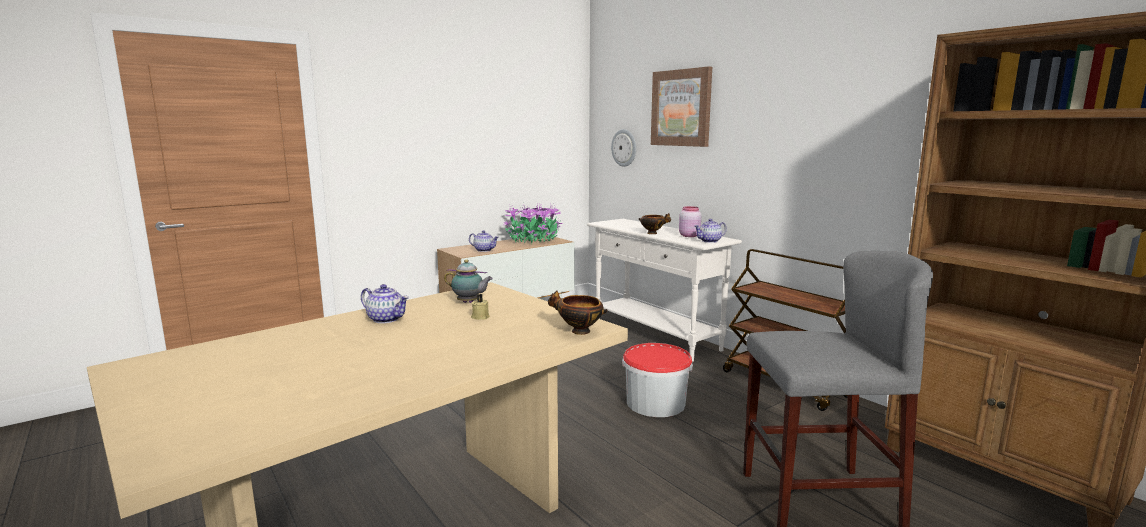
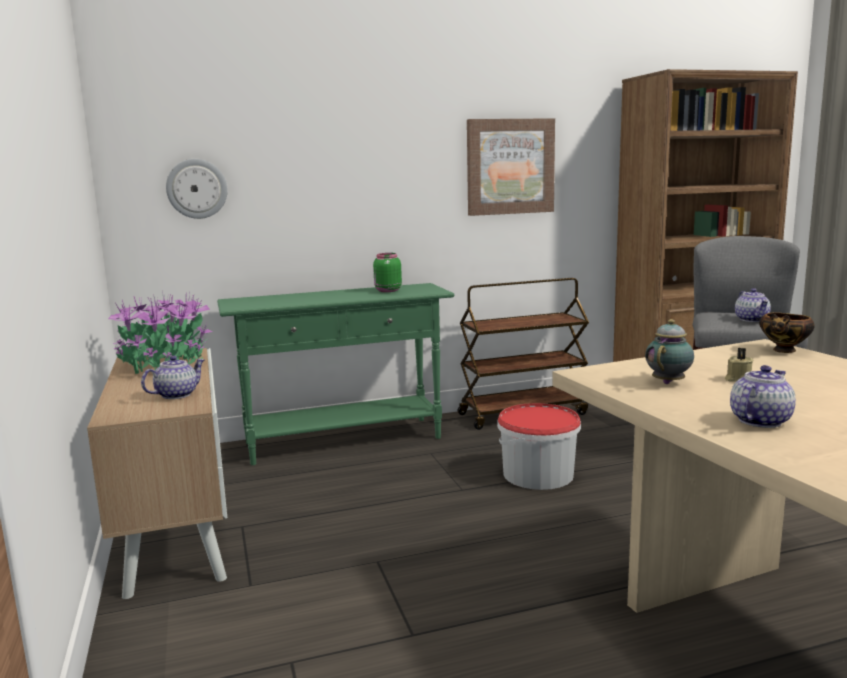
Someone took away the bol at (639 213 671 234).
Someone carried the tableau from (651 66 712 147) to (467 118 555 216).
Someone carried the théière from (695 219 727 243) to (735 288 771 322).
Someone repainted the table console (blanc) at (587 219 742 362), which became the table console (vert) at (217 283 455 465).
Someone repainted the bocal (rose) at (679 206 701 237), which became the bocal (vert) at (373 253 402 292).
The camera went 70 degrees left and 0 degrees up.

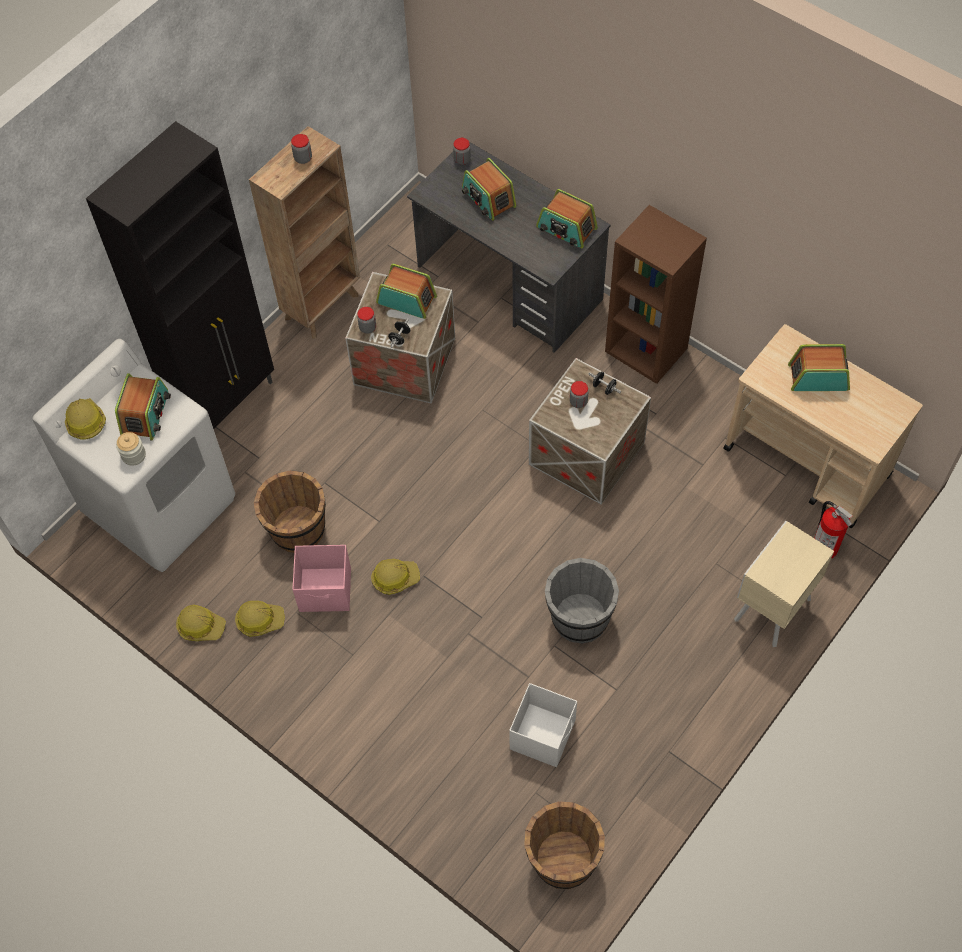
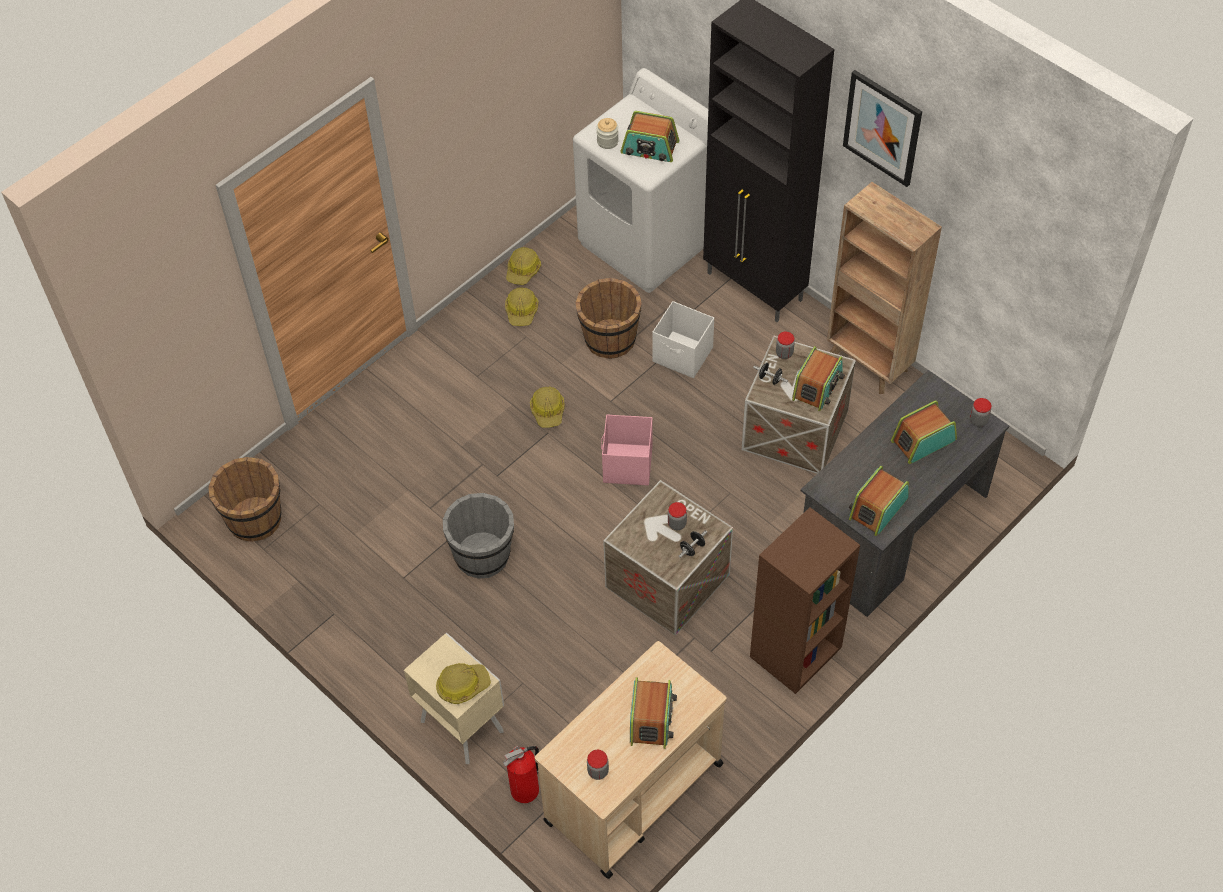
Someone put up the tableau at (843 70 922 187).
Someone carried the casque de chantier from (65 398 106 439) to (436 663 491 704).
Someone carried the bocal from (291 134 312 164) to (587 750 609 780).
Someone carried the boîte de rangement (rose) from (292 545 351 612) to (601 415 653 485).
Someone carried the boîte de rangement (blanc) from (509 683 577 767) to (652 301 714 378).
The camera went 95 degrees right and 5 degrees down.

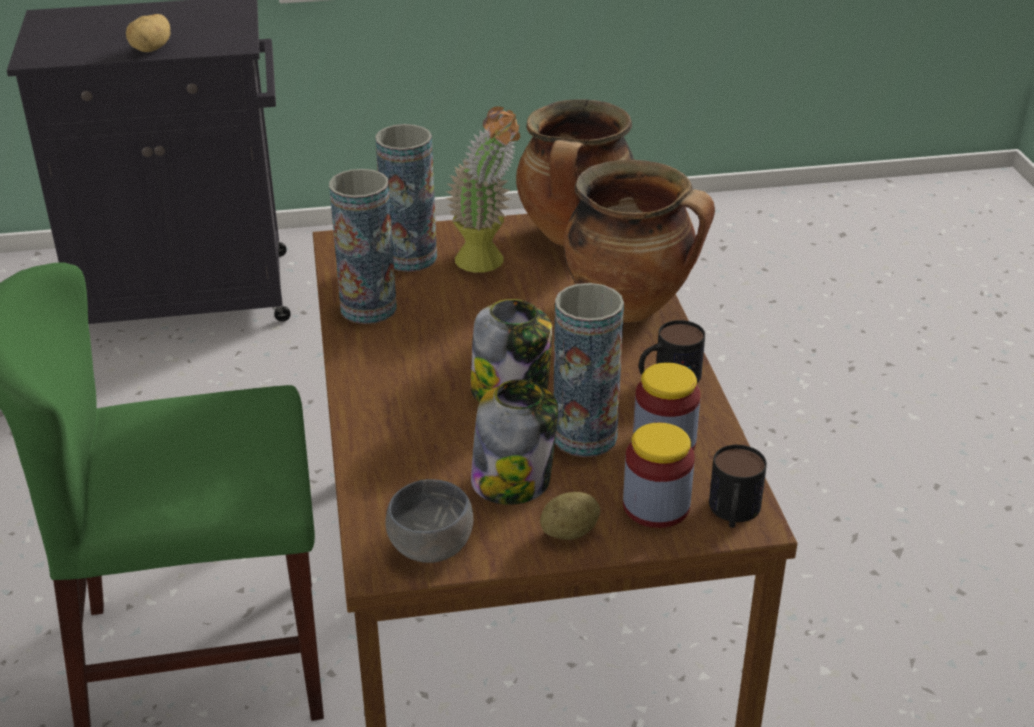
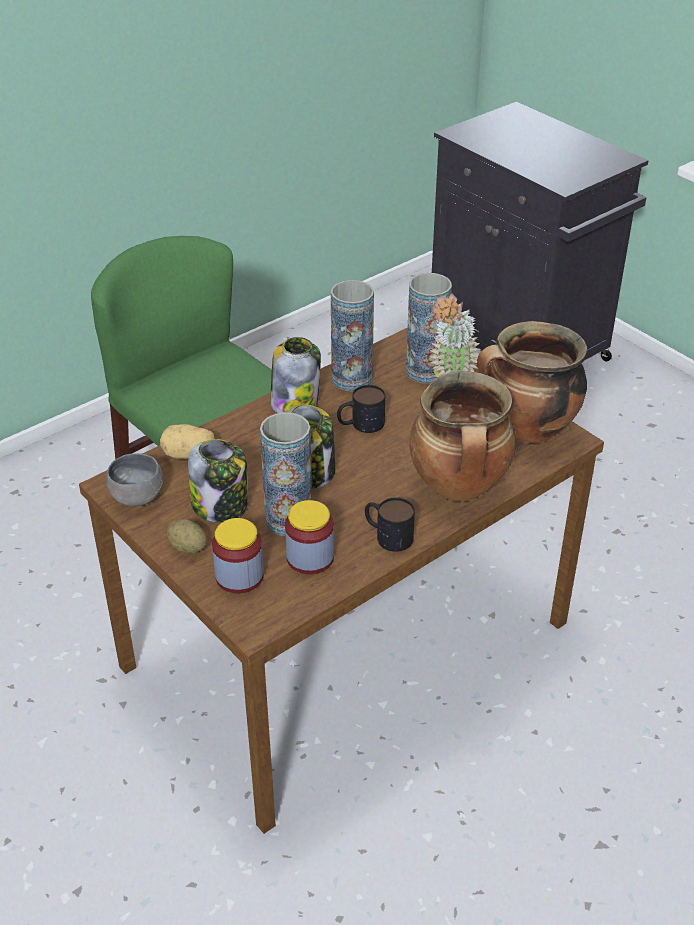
Someone put down the bocal at (270 337 321 413).
Someone carried the pomme de terre from (126 14 171 52) to (160 424 215 459).
Someone carried the mug from (709 445 767 528) to (337 385 385 433).
The camera went 60 degrees right and 5 degrees up.

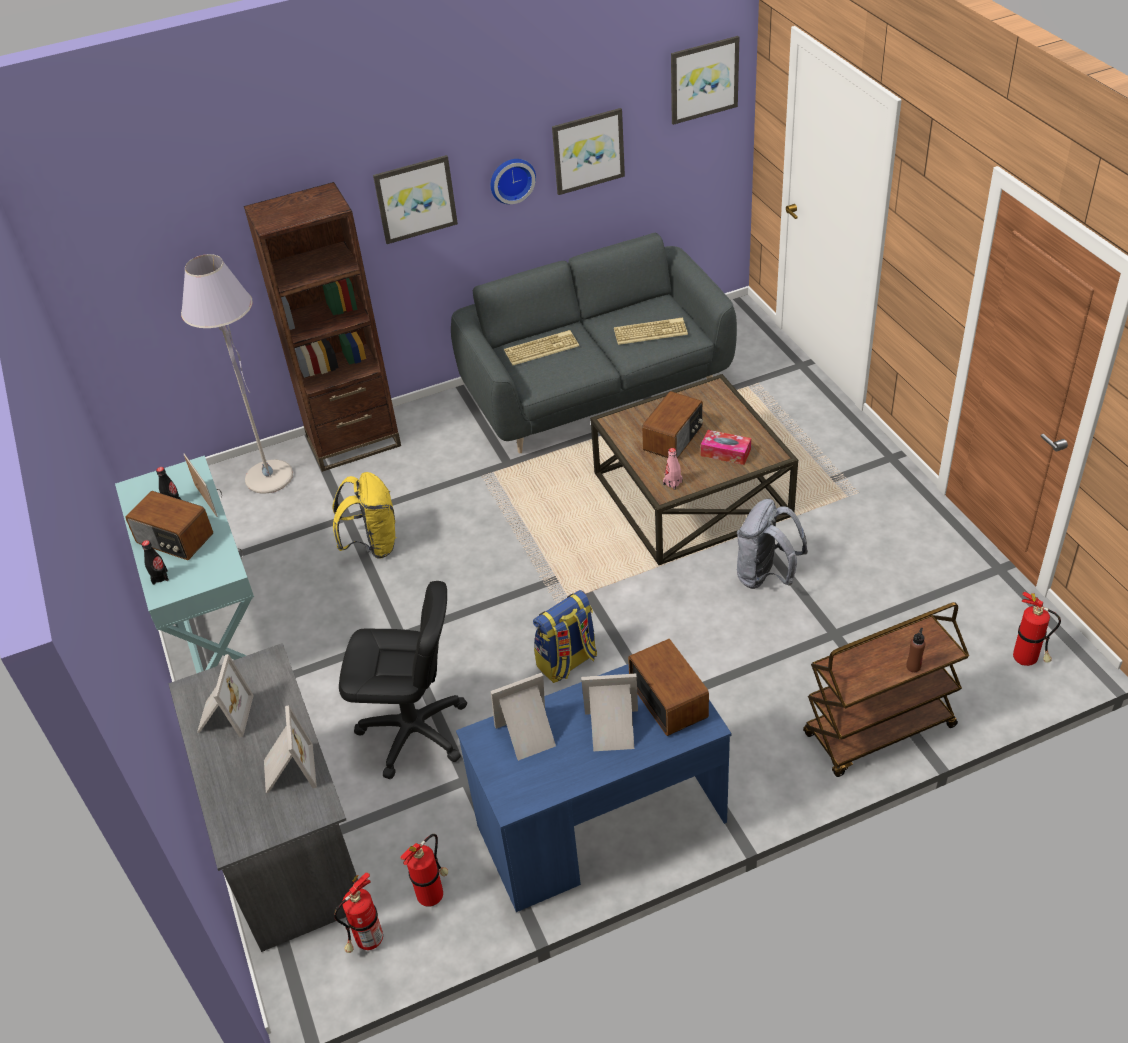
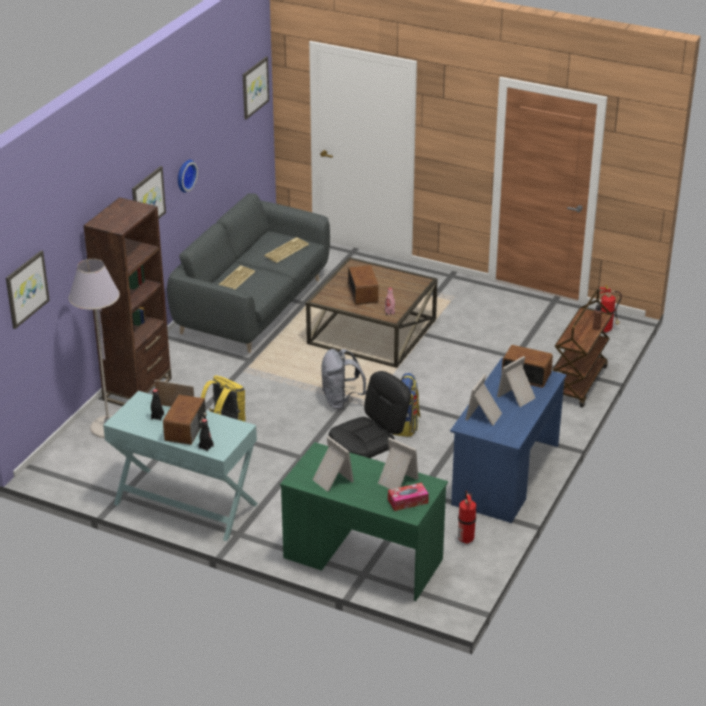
Someone took away the extincteur at (334 872 383 953).
Someone carried the tableau from (552 108 625 195) to (6 250 50 329).
Someone carried the boîte à mouchoirs from (701 430 751 465) to (388 482 429 511).
Someone carried the sac à dos (gris) from (737 499 808 589) to (321 349 367 410).
Someone repainted the bureau (gris) at (168 643 358 952), which became the bureau (vert) at (280 442 448 601).
Someone rotated the radio at (125 491 213 560) by 60 degrees counterclockwise.
The camera went 45 degrees left and 10 degrees down.

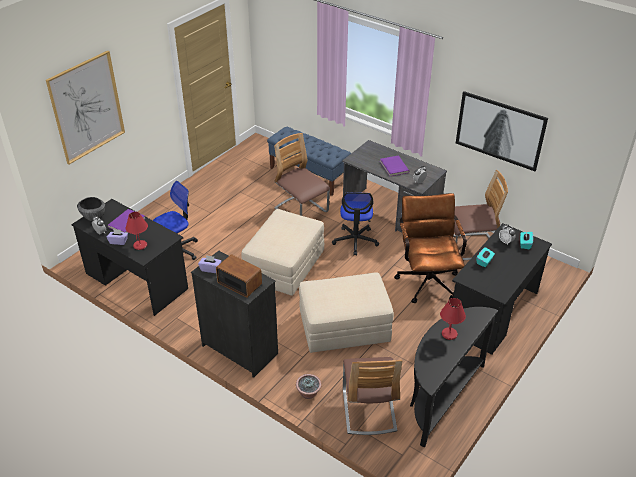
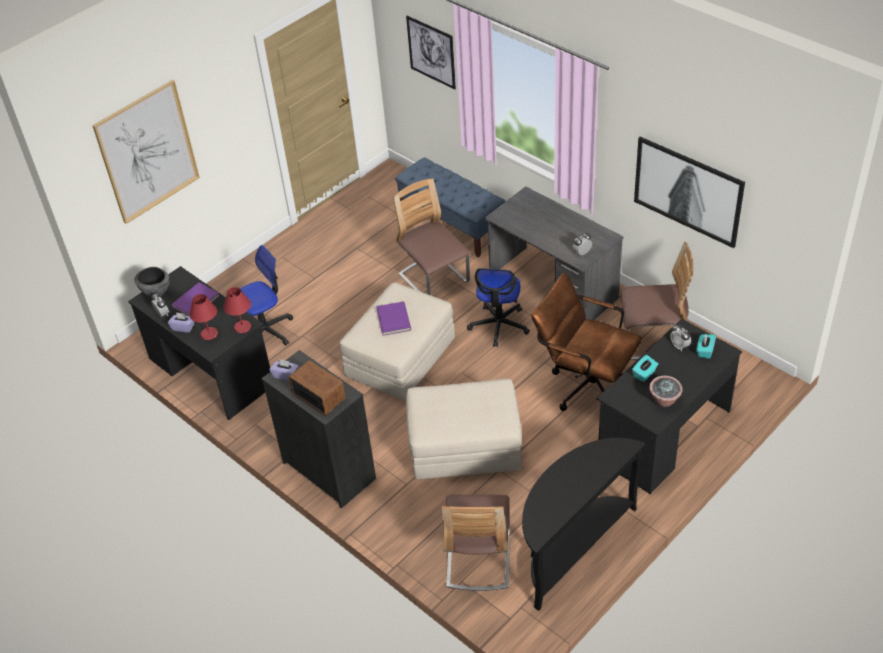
Someone put up the tableau at (406 16 456 89).
Someone carried the plante en pot from (296 374 322 399) to (649 376 683 407).
Someone carried the livre (violet) from (380 155 409 176) to (376 301 411 336).
Someone carried the lampe de table (rouge) from (440 298 466 340) to (223 287 251 333).
Someone rotated the chaise de bureau (marron) at (394 193 467 303) by 60 degrees counterclockwise.
The camera went 10 degrees right and 5 degrees up.

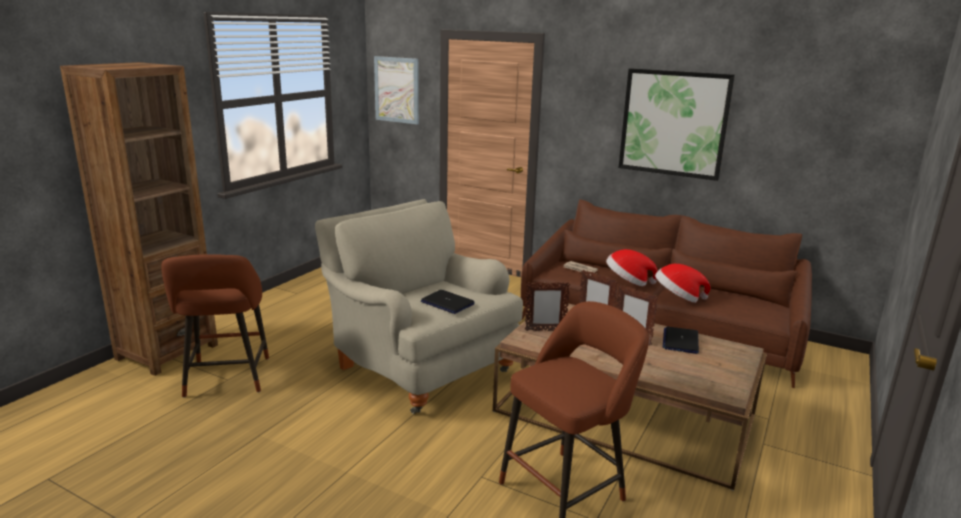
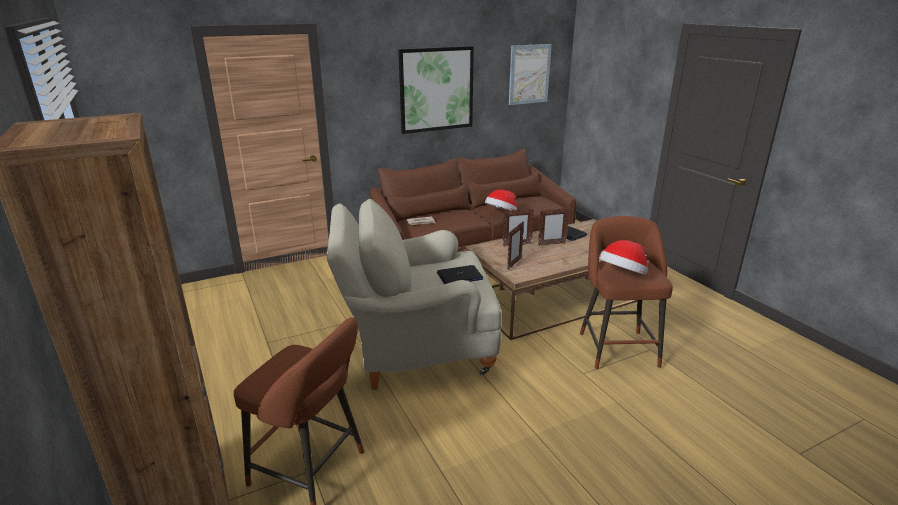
Someone carried the tableau from (374 56 419 124) to (509 44 552 105).
Someone carried the chapeau from (606 249 658 286) to (599 240 648 275).
The camera went 55 degrees left and 5 degrees up.

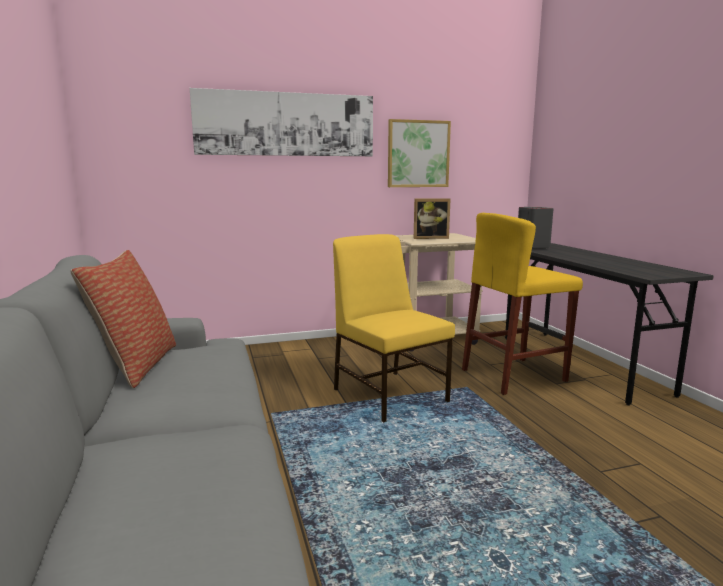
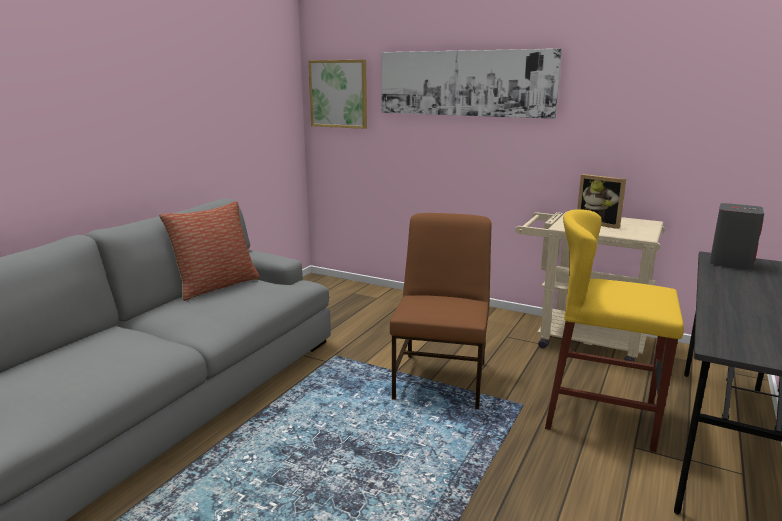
Someone carried the tableau from (388 119 451 187) to (308 60 367 129).
Someone repainted the chaise (jaune) at (333 234 455 422), which became the chaise (marron) at (390 213 491 409).
The camera went 45 degrees right and 5 degrees up.

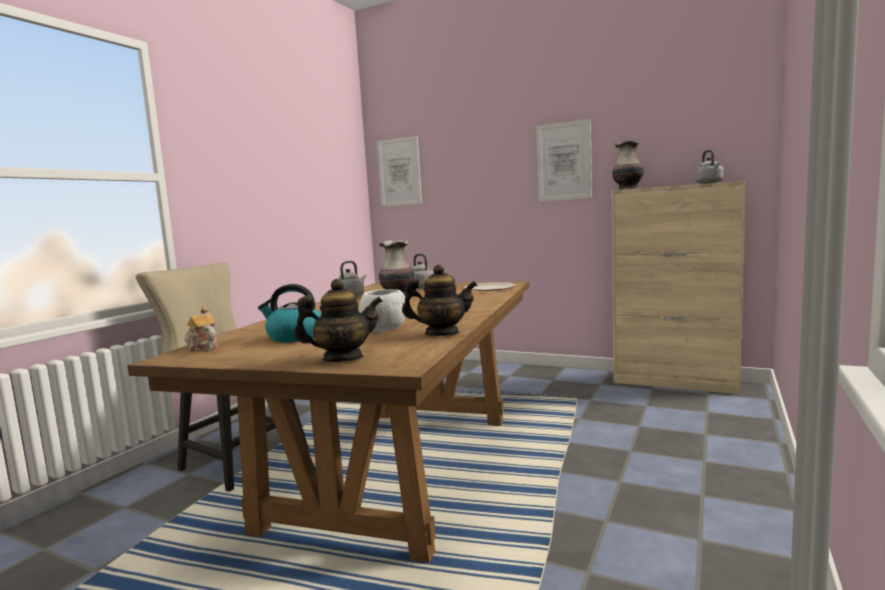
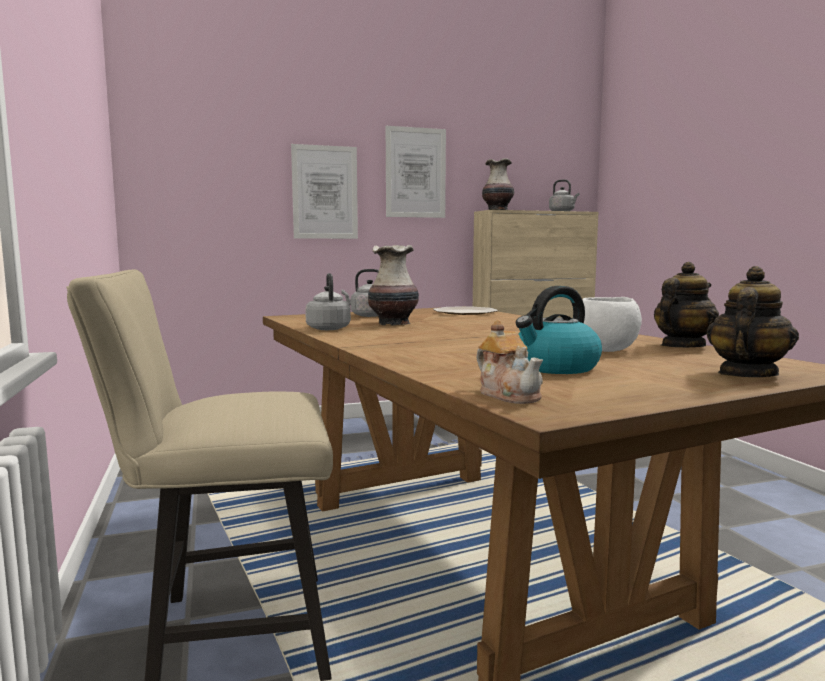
Someone carried the tableau from (377 136 422 206) to (291 144 358 239).
Someone rotated the théière at (185 306 218 351) by 120 degrees counterclockwise.
The camera went 45 degrees left and 0 degrees up.

